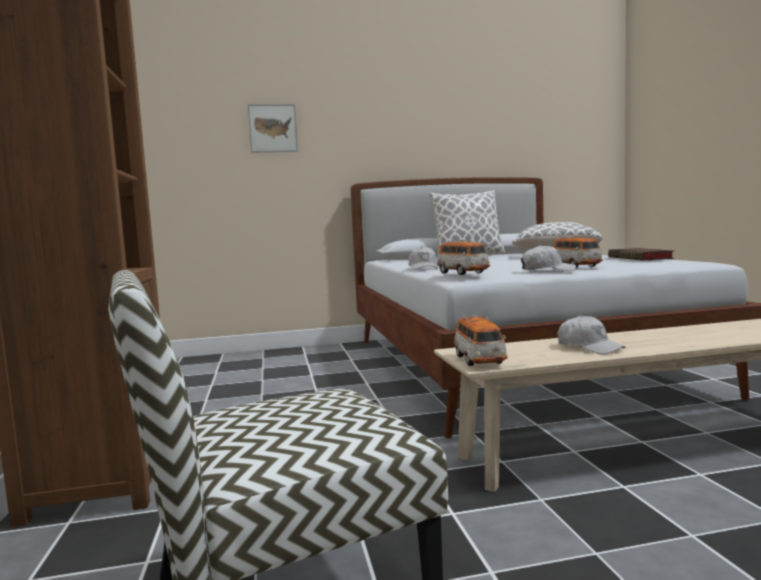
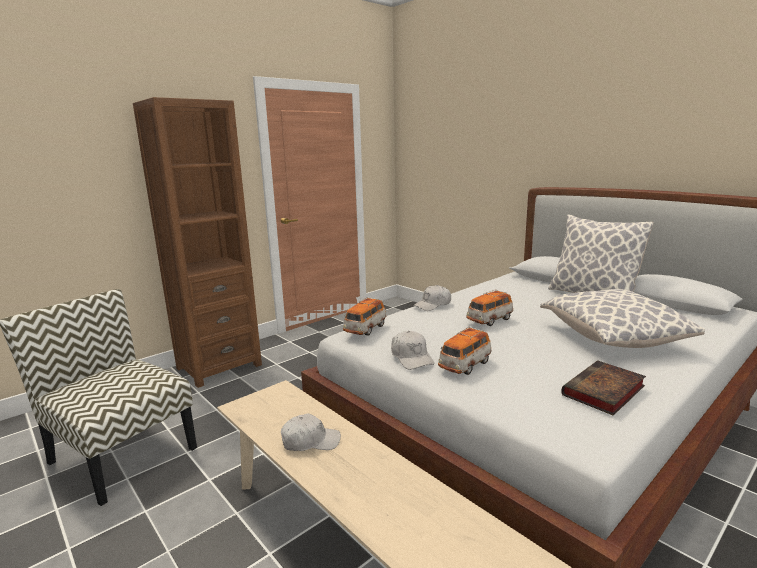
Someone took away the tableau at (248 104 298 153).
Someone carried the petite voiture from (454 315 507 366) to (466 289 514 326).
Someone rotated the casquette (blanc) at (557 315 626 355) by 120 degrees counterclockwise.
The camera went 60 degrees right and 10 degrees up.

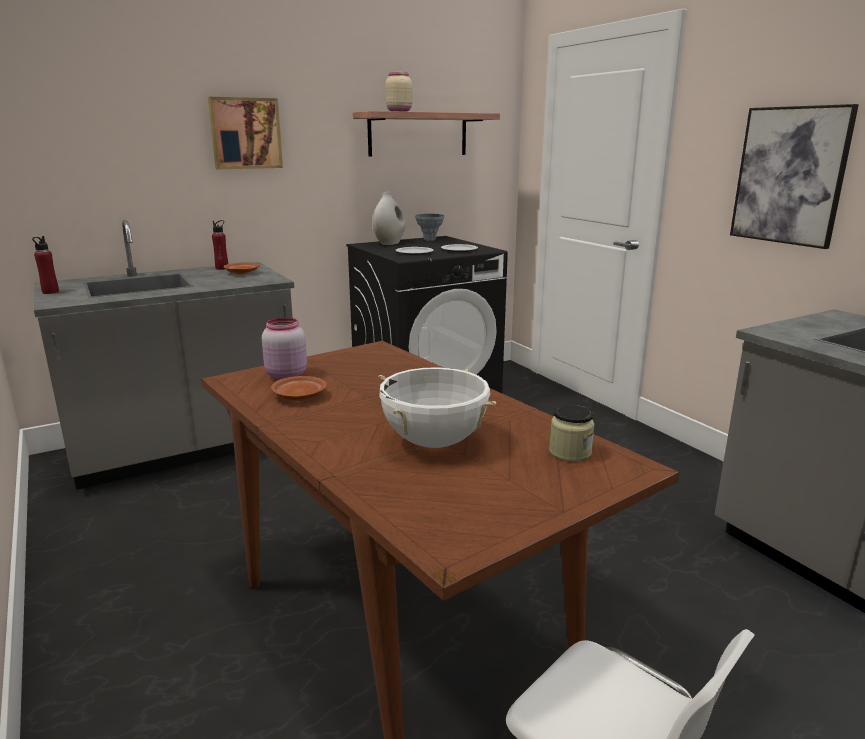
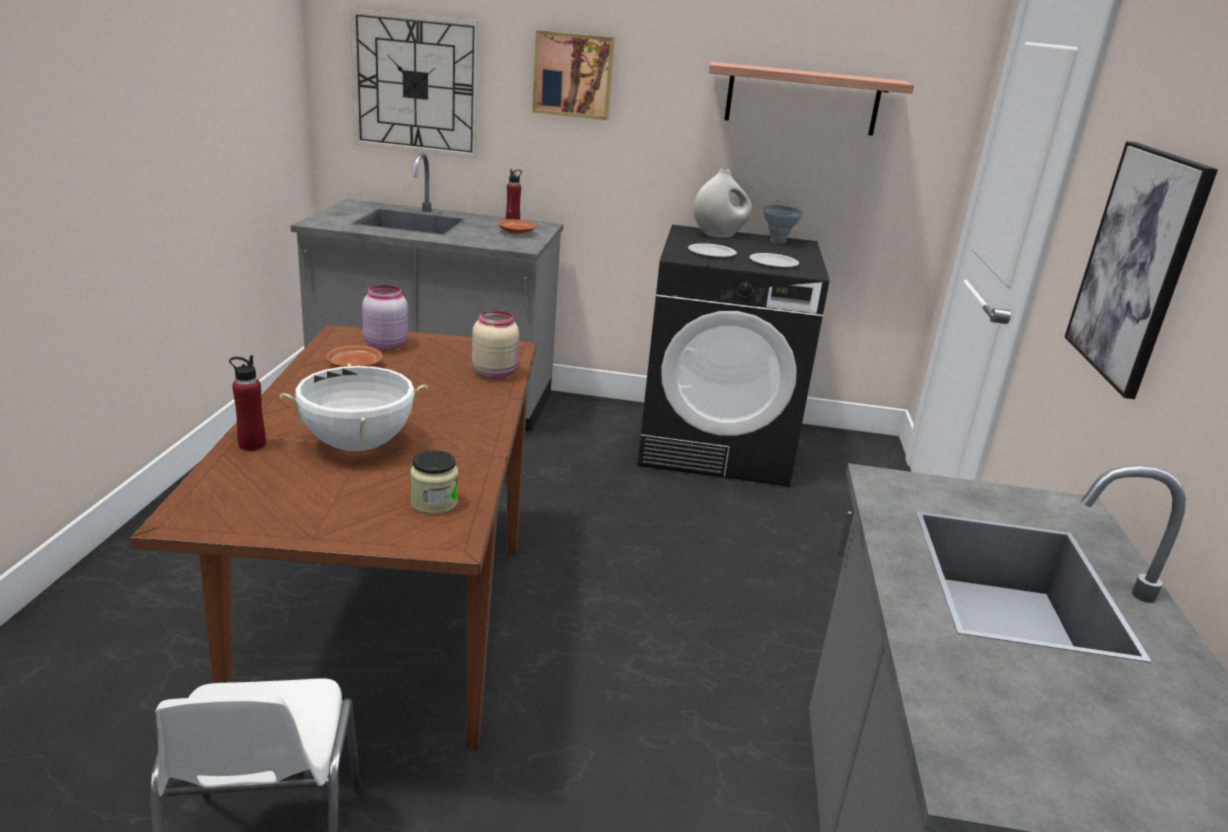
Someone put up the horloge murale at (350 9 480 158).
Someone carried the bouteille (rouge) from (32 236 59 294) to (229 355 266 451).
Someone carried the bocal (beige) from (386 72 412 112) to (472 310 519 379).
The camera went 35 degrees right and 5 degrees up.

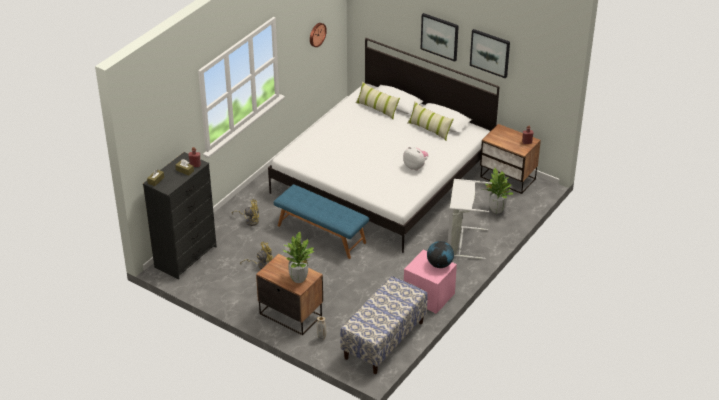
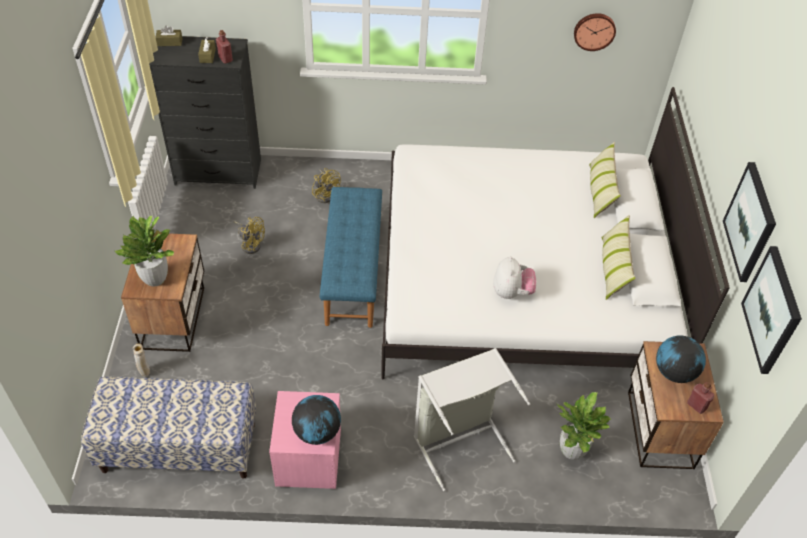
Someone put down the globe at (656 335 706 383).
Someone carried the tableau from (421 13 459 62) to (741 246 802 374).
The camera went 55 degrees right and 10 degrees up.

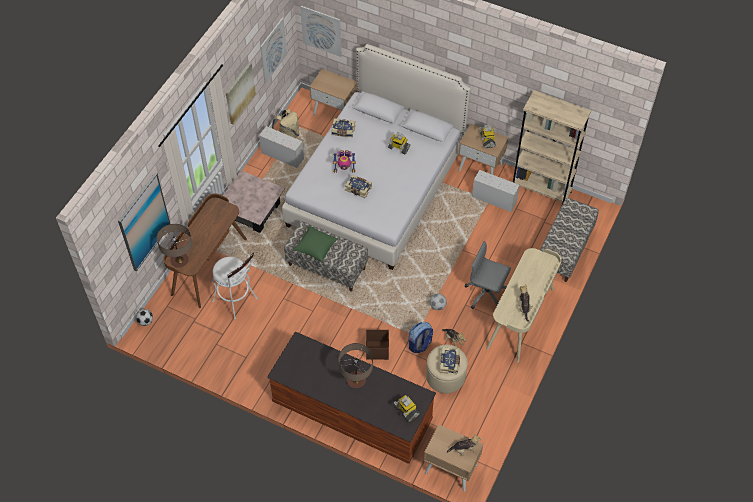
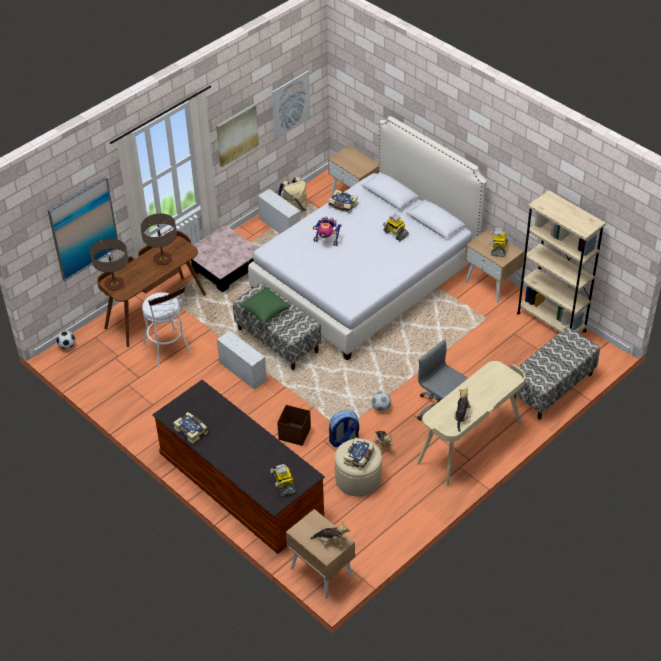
Someone took away the tableau at (300 6 342 57).
Someone carried the lampe de table from (339 343 373 388) to (141 213 177 265).
Someone carried the livre from (345 175 372 198) to (173 412 208 444).
Someone carried the boîte de rangement (blanc) from (472 170 520 212) to (217 331 267 389).
The camera went 20 degrees right and 10 degrees down.

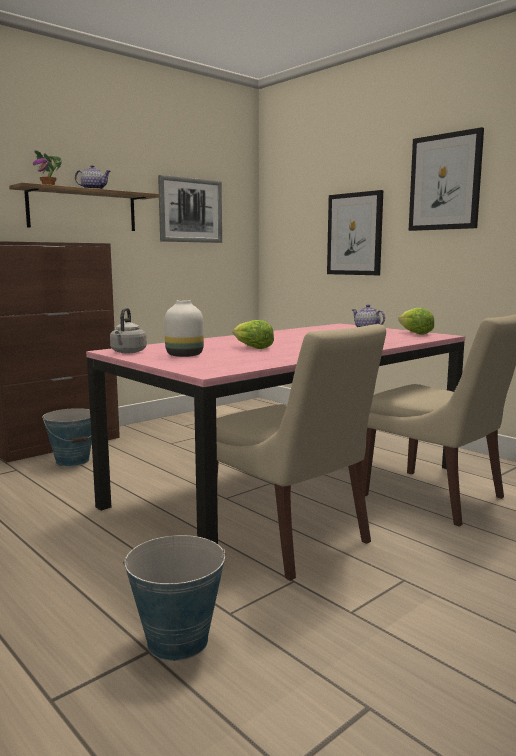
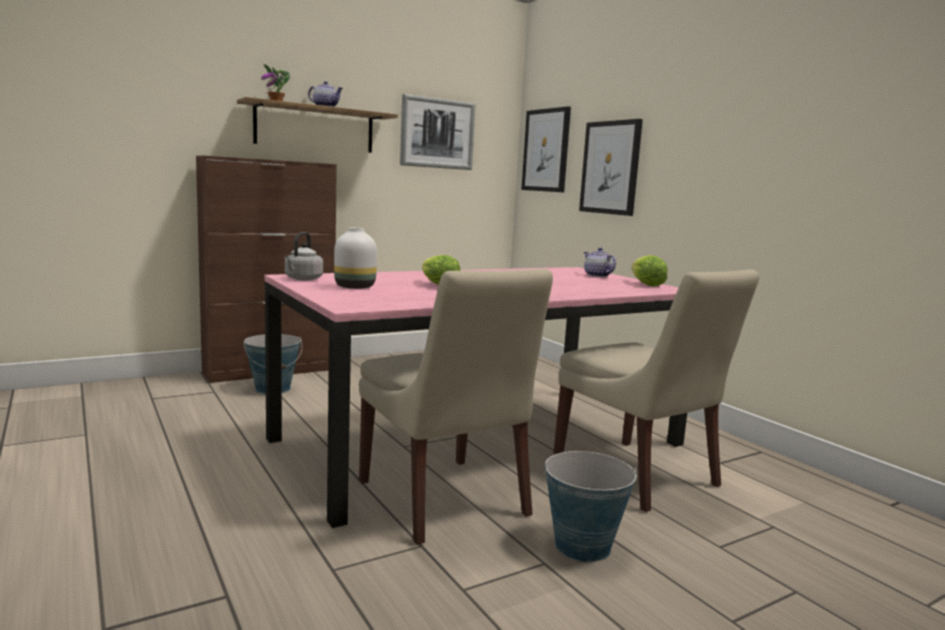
Someone carried the seau from (123 535 226 661) to (542 451 636 562).
Someone carried the tableau from (409 127 484 231) to (521 106 571 192).
The camera went 10 degrees right and 0 degrees up.

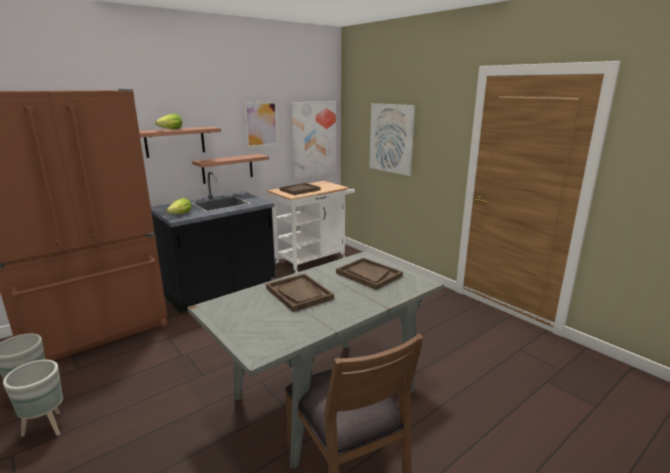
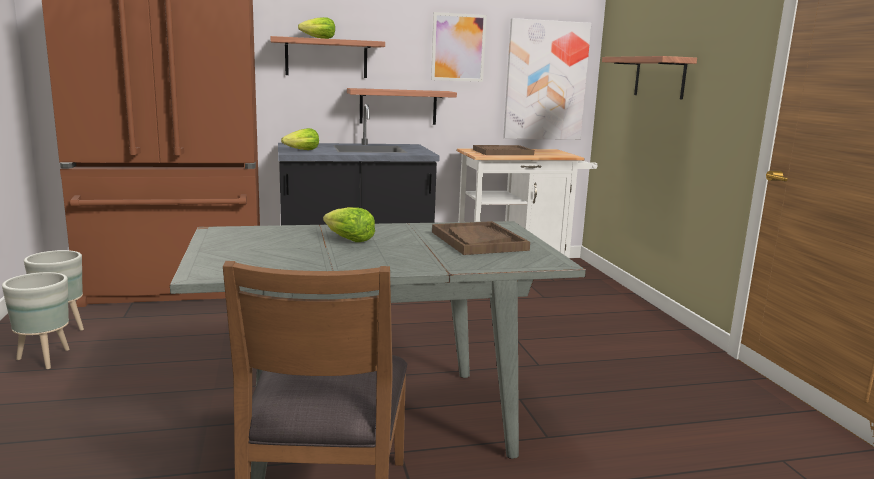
Someone swapped the plateau (marron) at (266 273 334 312) for the laitue at (323 207 375 242).
Someone swapped the tableau at (369 103 415 176) for the étagère at (602 56 697 99).
The camera went 25 degrees right and 5 degrees down.

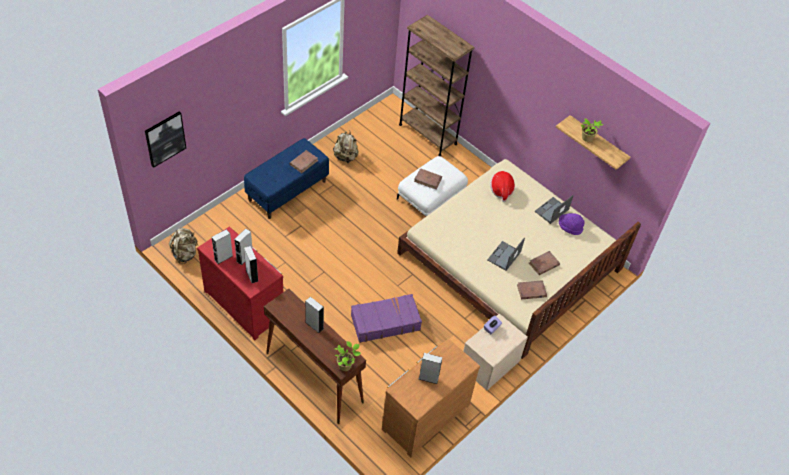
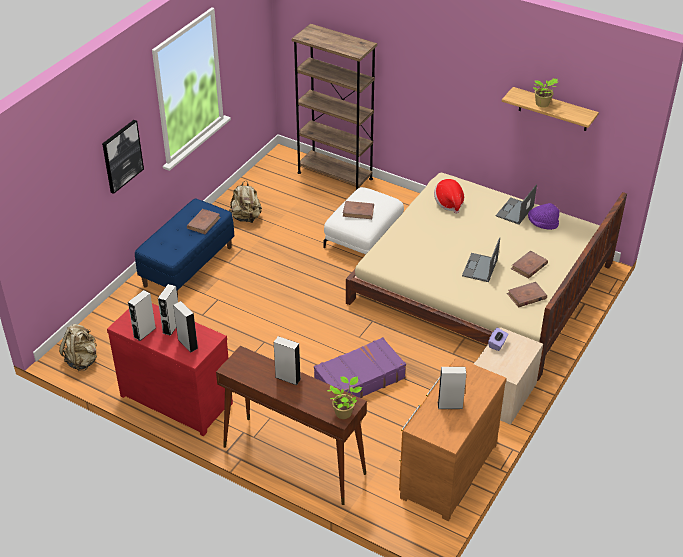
Someone carried the tableau from (145 112 186 168) to (102 120 144 194).
The camera went 10 degrees left and 10 degrees down.

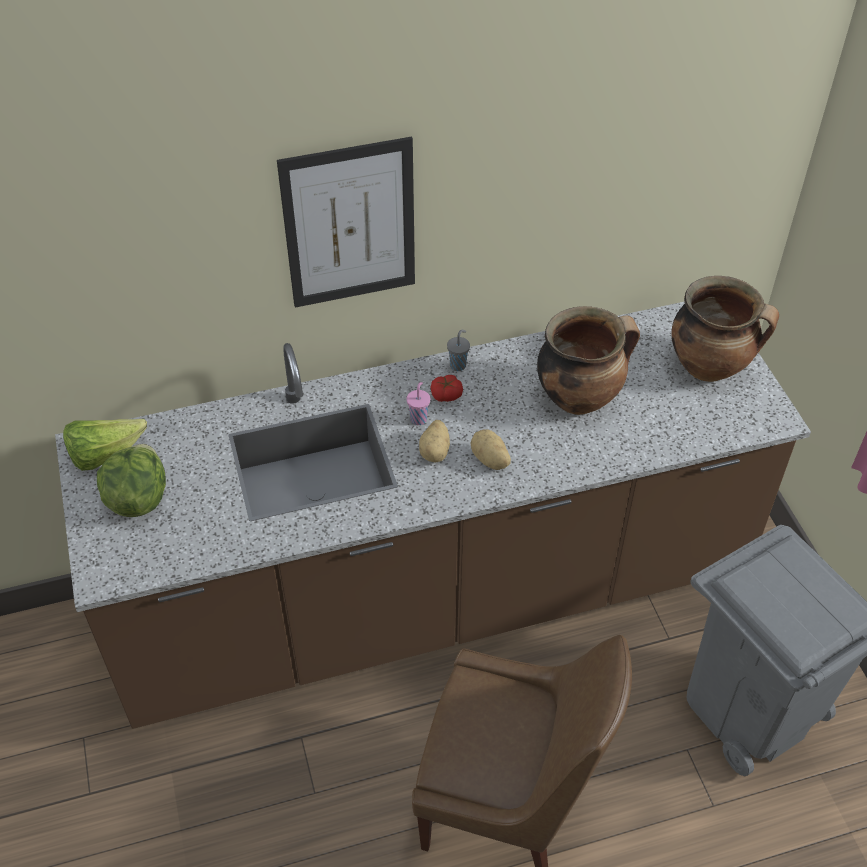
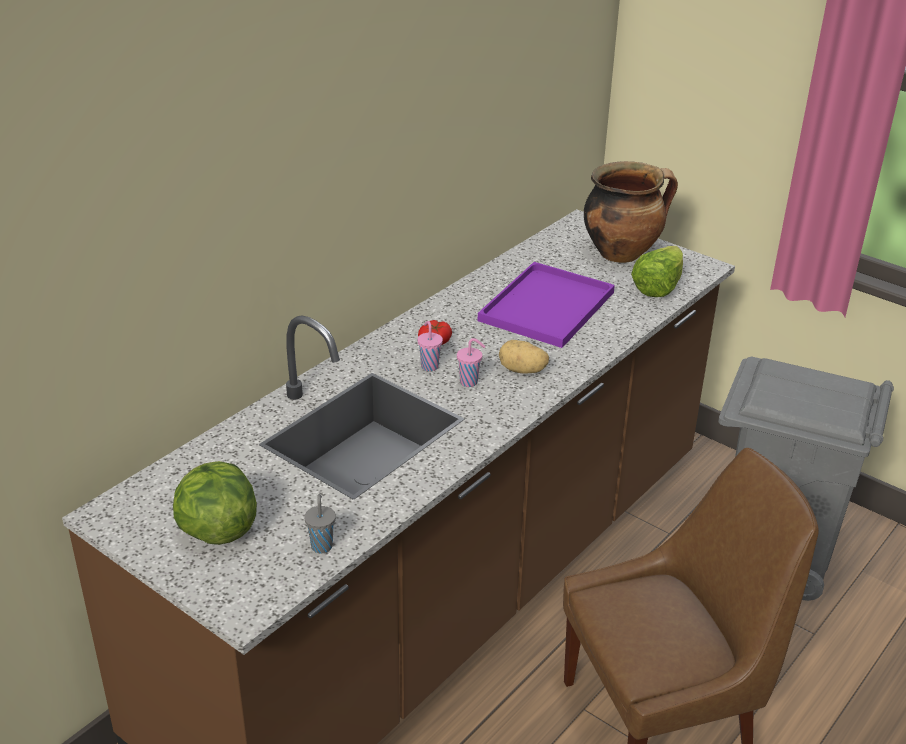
Someone took away the tableau at (277 137 415 308).
Someone carried the laitue from (63 419 147 471) to (631 246 683 297).
Someone carried the tasse (gris) from (447 330 470 371) to (304 494 336 554).
Someone swapped the pomme de terre at (419 420 450 463) for the tasse (rose) at (457 338 485 387).
Someone swapped the marmite at (537 306 640 415) for the plateau (violet) at (478 262 615 348).
The camera went 35 degrees left and 15 degrees down.

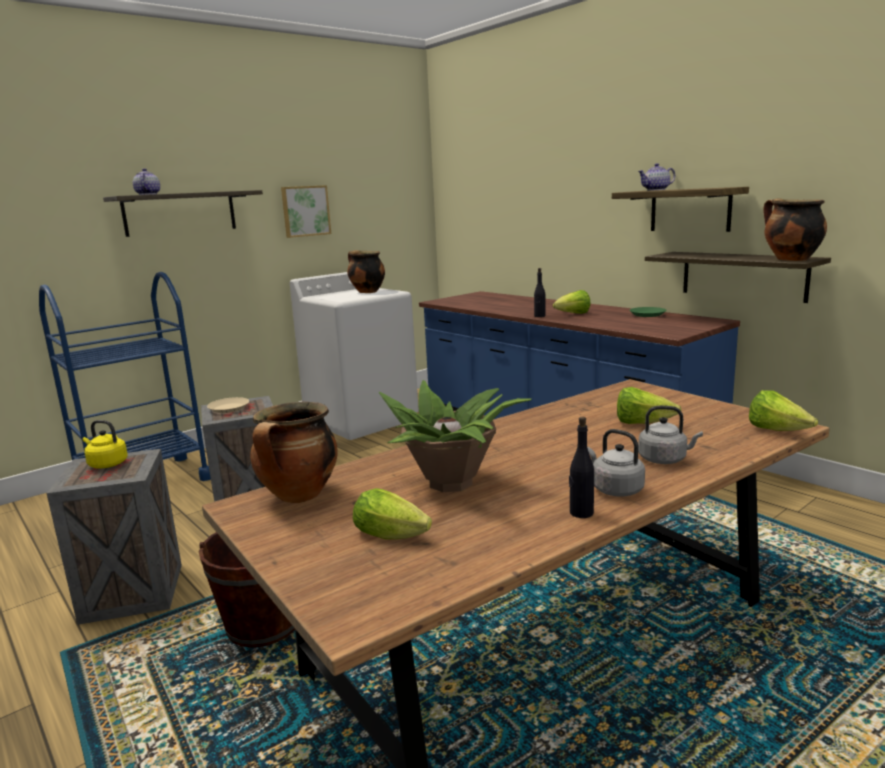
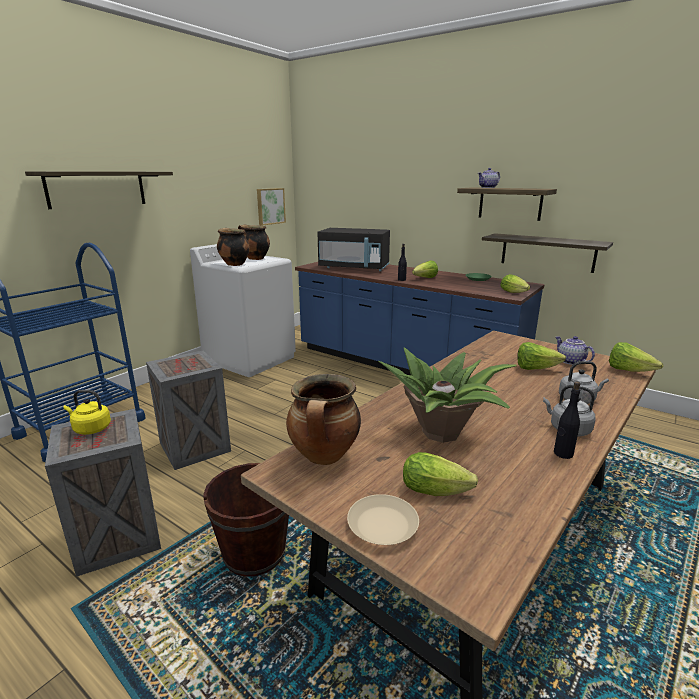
Someone put down the micro-ondes (noir) at (318 228 390 271).
Someone put down the laitue at (500 274 530 293).
Someone carried the théière from (133 168 160 195) to (556 336 595 365).
Someone carried the assiette (beige) from (207 397 249 413) to (347 494 419 545).
Someone carried the tableau from (281 185 331 238) to (257 188 286 226).
Someone carried the marmite from (763 198 827 261) to (217 228 250 266).
The camera went 15 degrees left and 5 degrees up.

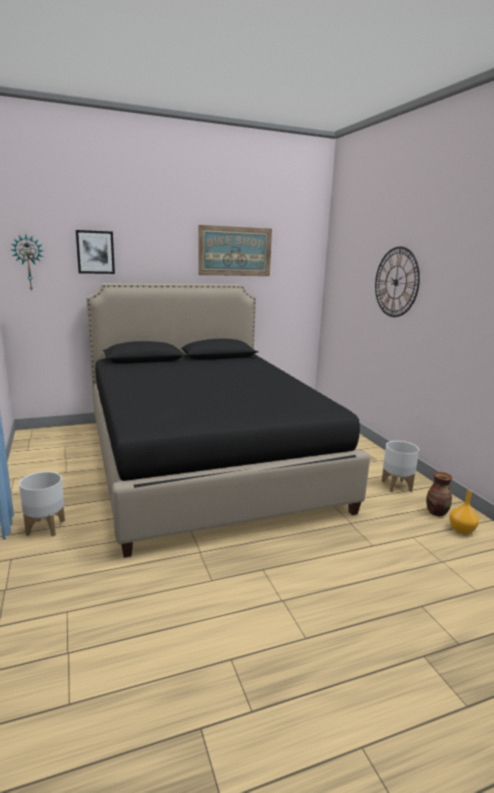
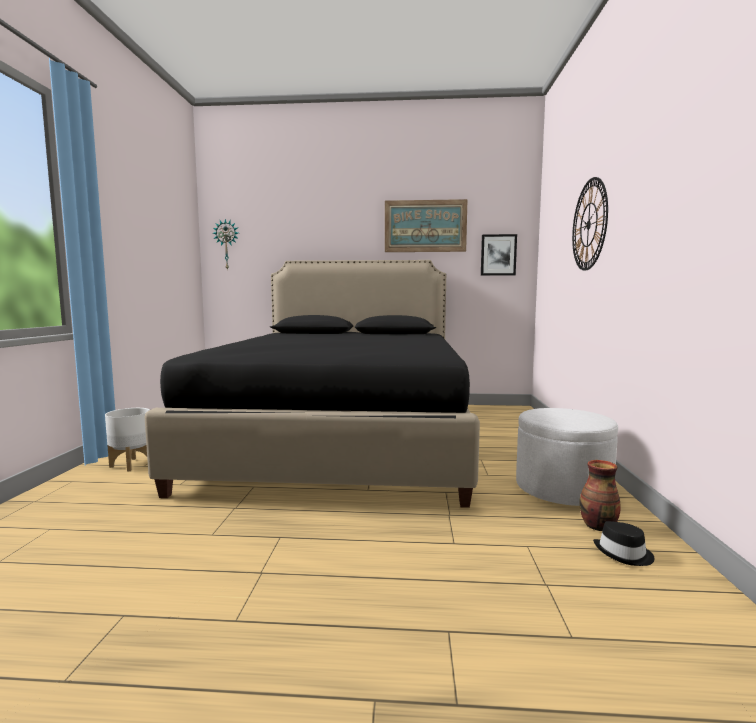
Someone carried the tableau from (76 230 115 274) to (481 234 517 276).
Someone swapped the cache-pot (blanc) at (381 441 419 492) for the pouf (blanc) at (516 408 618 506).
Someone swapped the vase (orange) at (449 490 479 534) for the chapeau (noir) at (593 521 654 566).
The camera went 25 degrees right and 10 degrees down.

